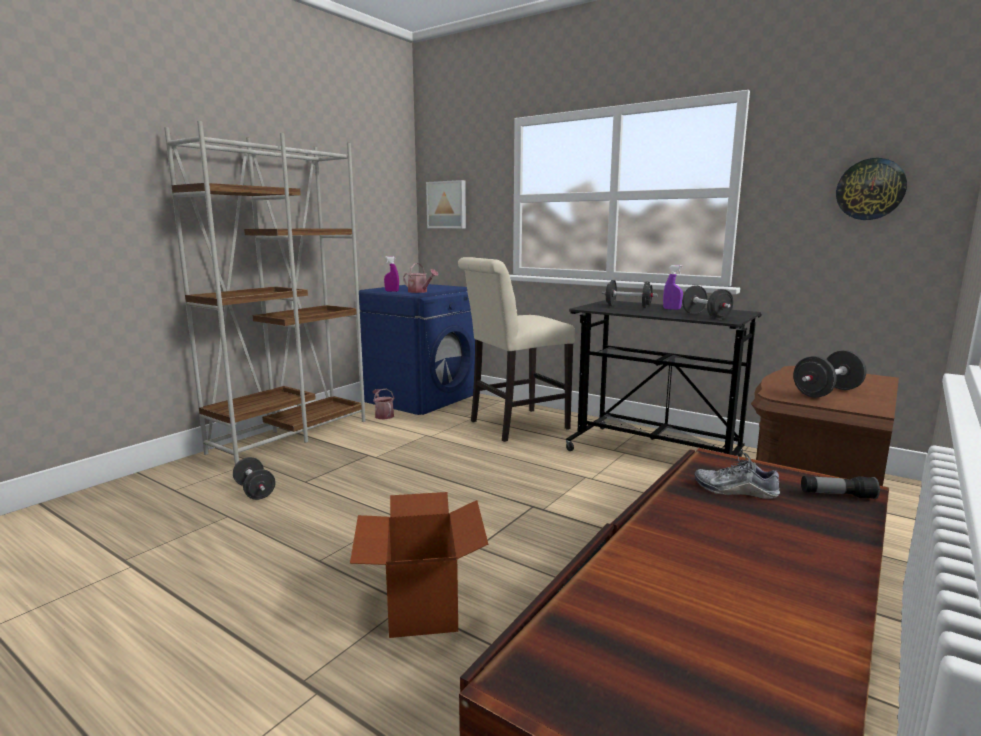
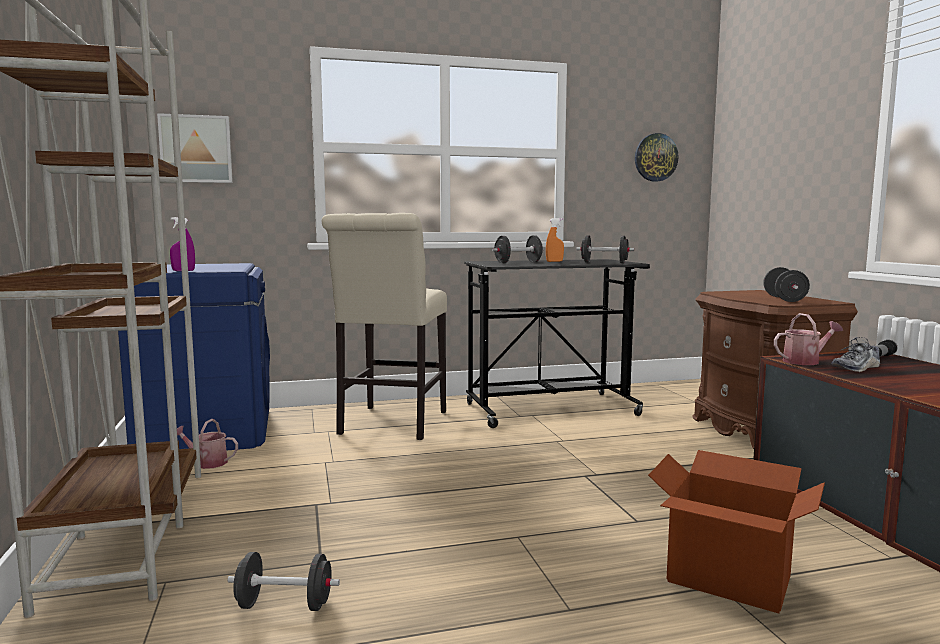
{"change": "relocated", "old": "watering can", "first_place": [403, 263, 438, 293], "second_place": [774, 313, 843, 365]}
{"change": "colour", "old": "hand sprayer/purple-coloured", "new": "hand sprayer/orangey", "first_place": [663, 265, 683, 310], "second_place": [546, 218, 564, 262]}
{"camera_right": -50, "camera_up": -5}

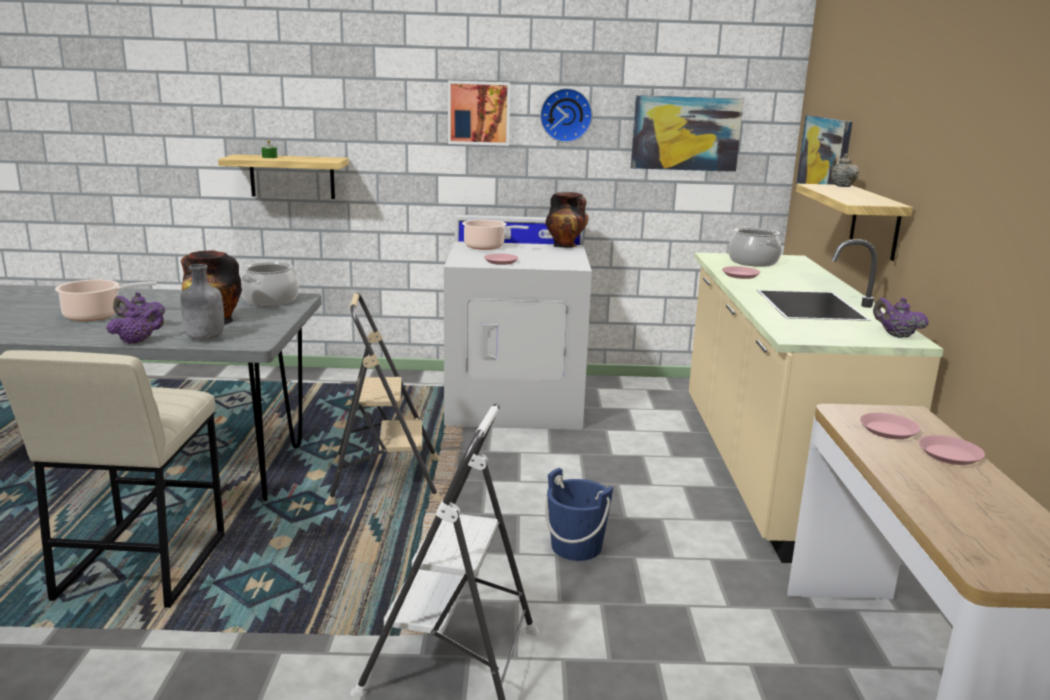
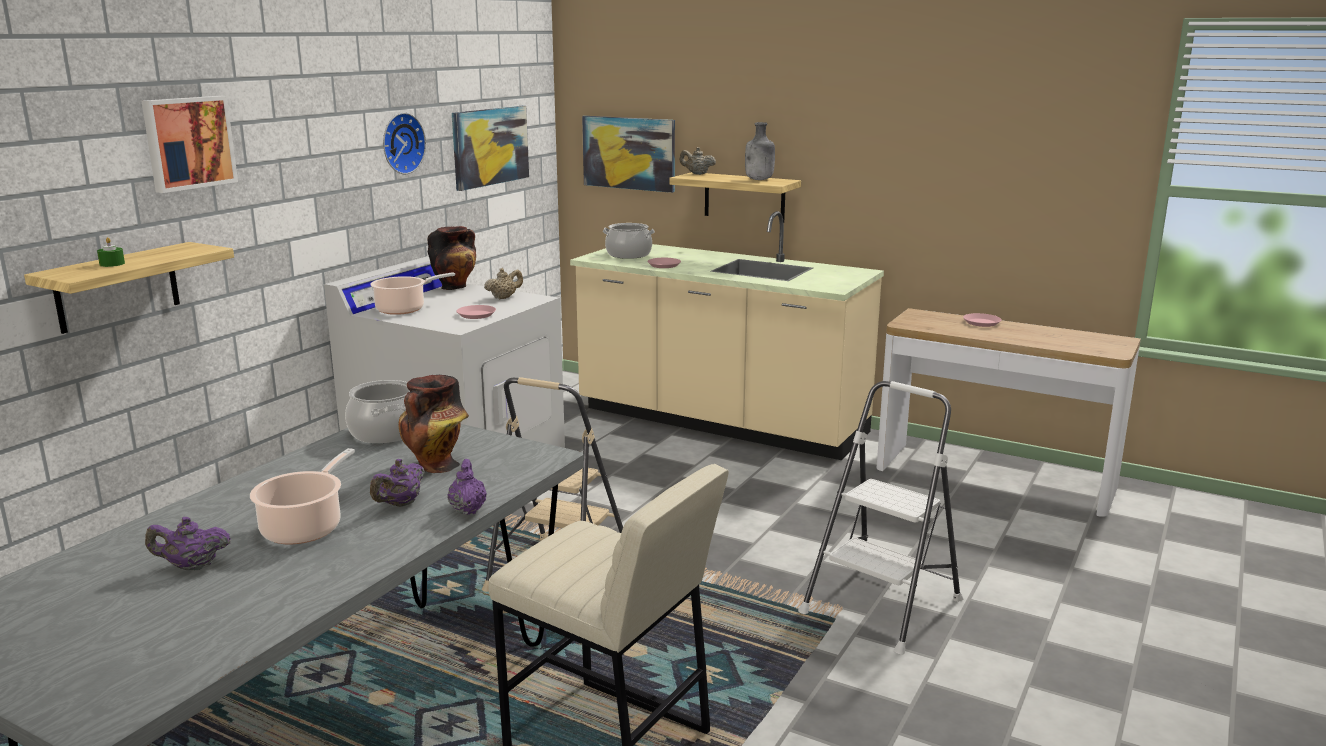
{"change": "relocated", "old": "picture", "first_place": [448, 80, 510, 146], "second_place": [142, 96, 238, 193]}
{"change": "relocated", "old": "bottle/gray", "first_place": [180, 264, 224, 340], "second_place": [745, 122, 775, 180]}
{"change": "relocated", "old": "pot for tea/purple-coloured", "first_place": [873, 297, 929, 338], "second_place": [145, 517, 230, 570]}
{"change": "missing", "old": "flat dish/pink-coloured", "first_place": [860, 413, 921, 439]}
{"change": "missing", "old": "bucket/blue", "first_place": [545, 468, 614, 561]}
{"change": "appeared", "new": "pot for tea/beige-coloured", "second_place": [484, 268, 523, 299]}
{"camera_right": -60, "camera_up": 0}

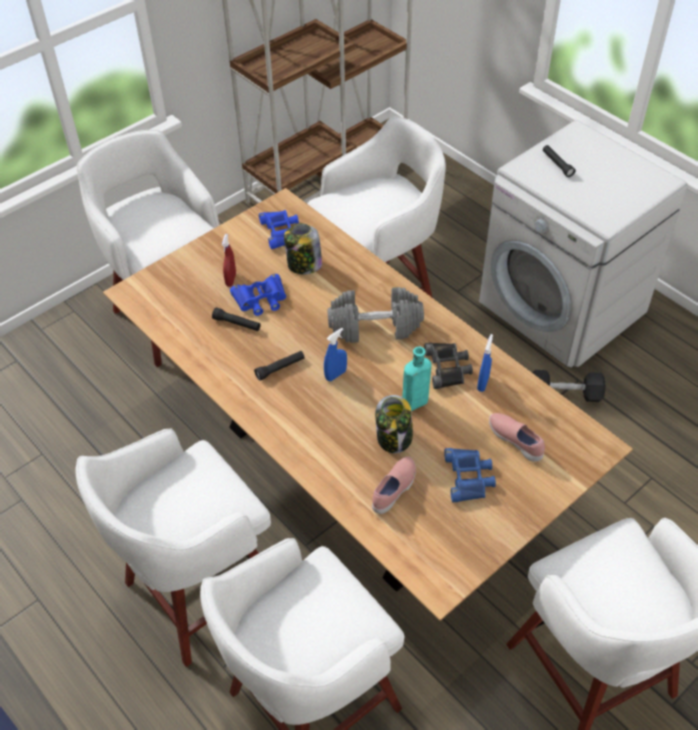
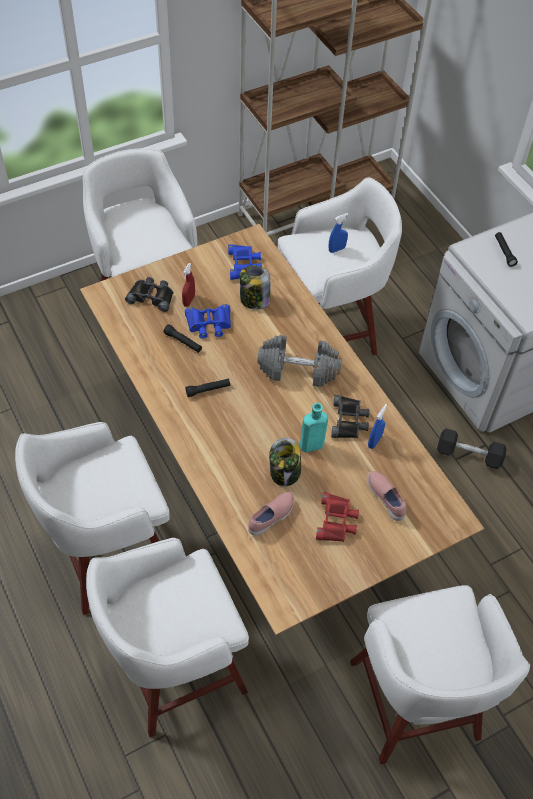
{"change": "relocated", "old": "hand sprayer/blue", "first_place": [324, 328, 347, 381], "second_place": [328, 213, 349, 253]}
{"change": "colour", "old": "pair of binoculars/blue", "new": "pair of binoculars/reddish", "first_place": [444, 448, 496, 502], "second_place": [316, 492, 359, 542]}
{"change": "appeared", "new": "pair of binoculars/black-coloured", "second_place": [125, 277, 174, 312]}
{"camera_right": 10, "camera_up": 5}

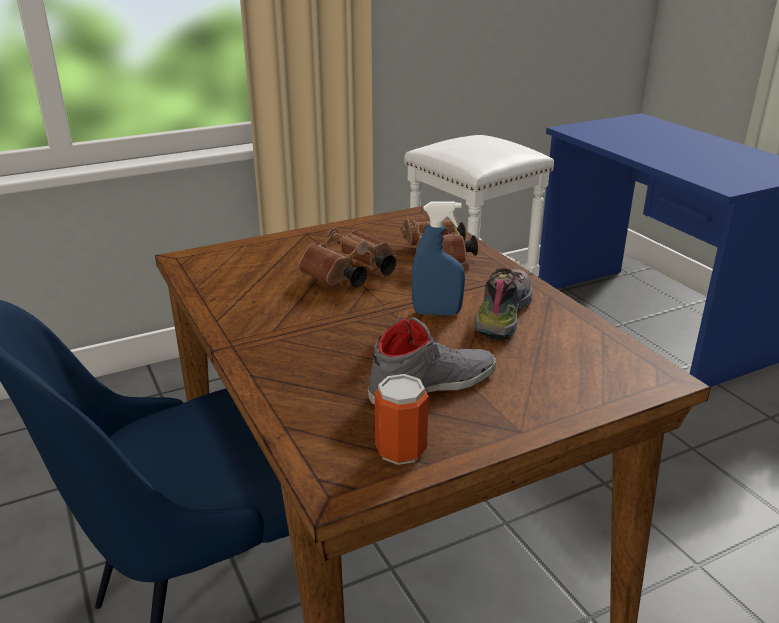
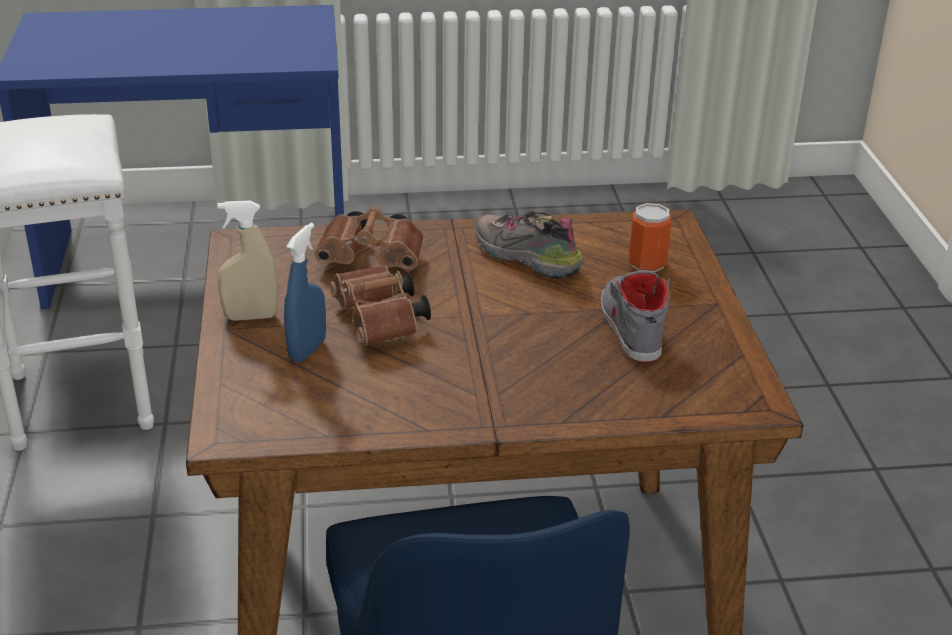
{"change": "relocated", "old": "hand sprayer/blue", "first_place": [412, 201, 465, 316], "second_place": [284, 223, 326, 363]}
{"change": "relocated", "old": "metal can", "first_place": [375, 374, 429, 465], "second_place": [629, 203, 671, 272]}
{"change": "appeared", "new": "hand sprayer/beige-coloured", "second_place": [217, 201, 278, 321]}
{"camera_right": -70, "camera_up": 5}

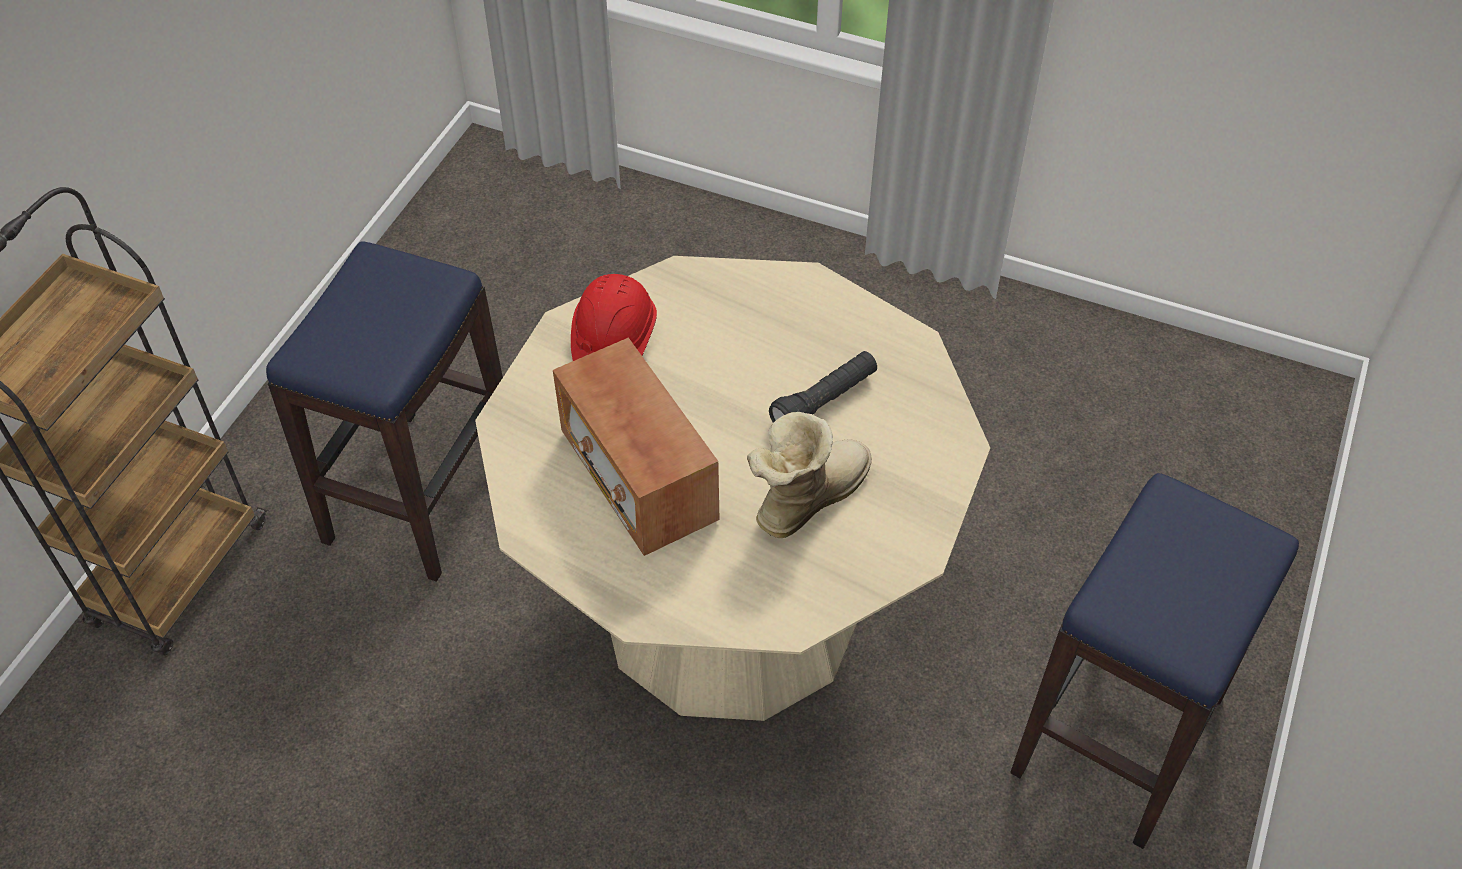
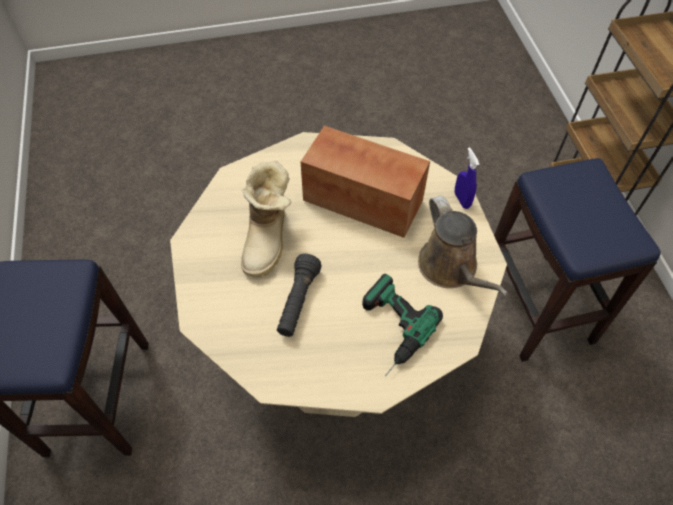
{"change": "exchanged", "old": "safety helmet/reddish", "new": "watering can/brownish", "first_place": [571, 274, 657, 361], "second_place": [418, 195, 508, 296]}
{"change": "appeared", "new": "hand sprayer/blue", "second_place": [455, 147, 480, 209]}
{"change": "appeared", "new": "power drill", "second_place": [362, 274, 443, 376]}
{"camera_right": 145, "camera_up": 5}

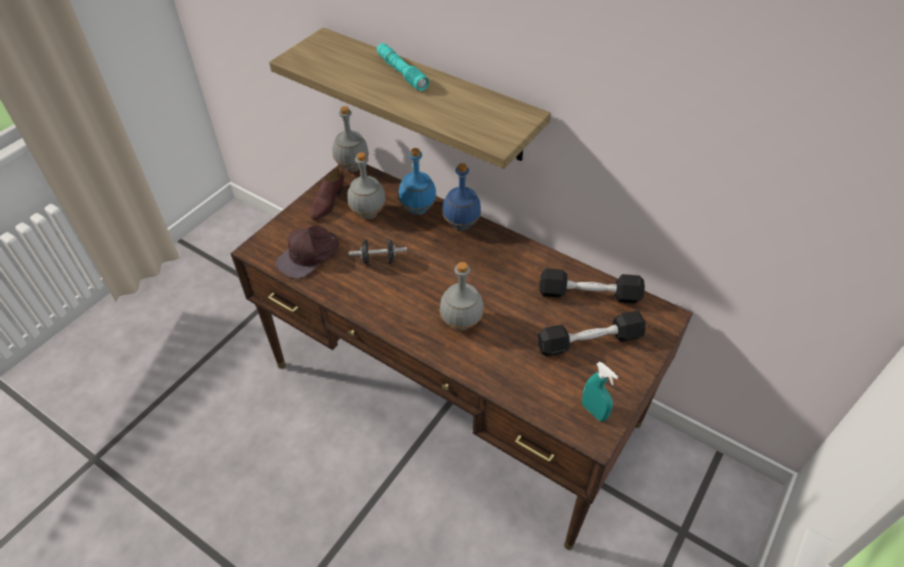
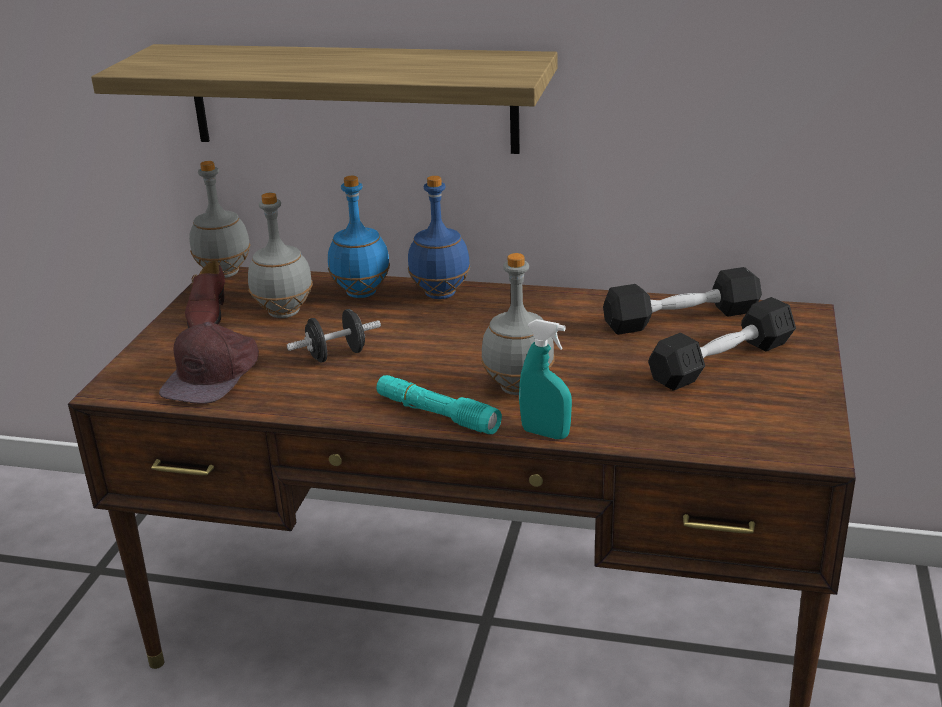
{"change": "relocated", "old": "hand torch/turquoise", "first_place": [377, 43, 429, 91], "second_place": [377, 375, 502, 434]}
{"change": "relocated", "old": "hand sprayer/turquoise", "first_place": [582, 362, 618, 421], "second_place": [519, 319, 572, 439]}
{"camera_right": -20, "camera_up": -20}

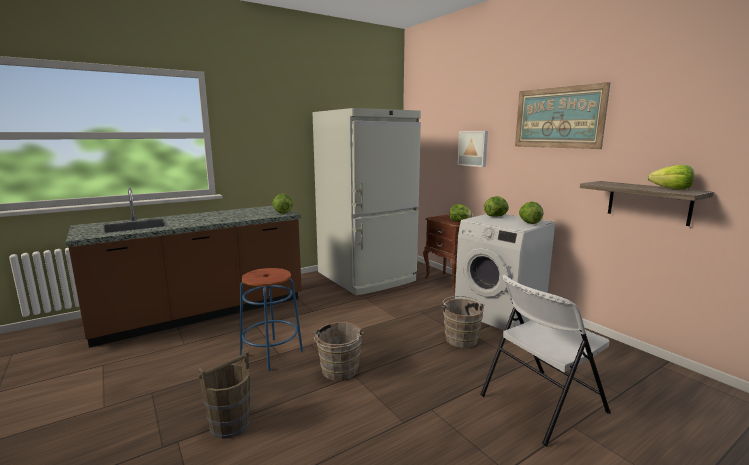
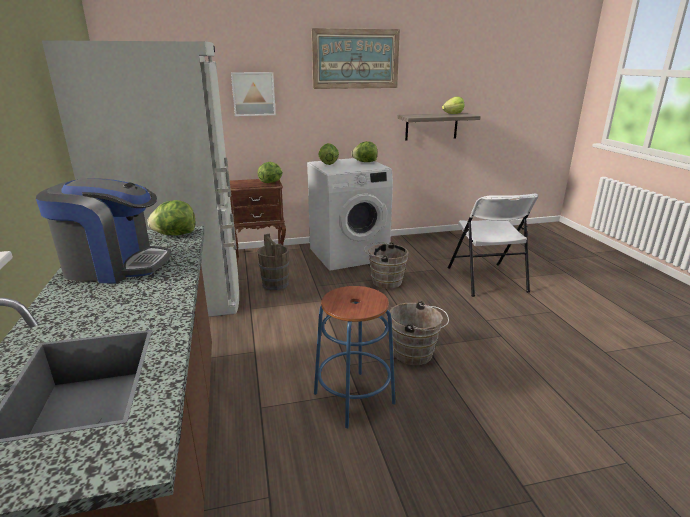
{"change": "relocated", "old": "bucket/brownish", "first_place": [198, 349, 251, 439], "second_place": [257, 234, 289, 290]}
{"change": "appeared", "new": "coffee maker", "second_place": [36, 178, 171, 284]}
{"camera_right": -70, "camera_up": 10}

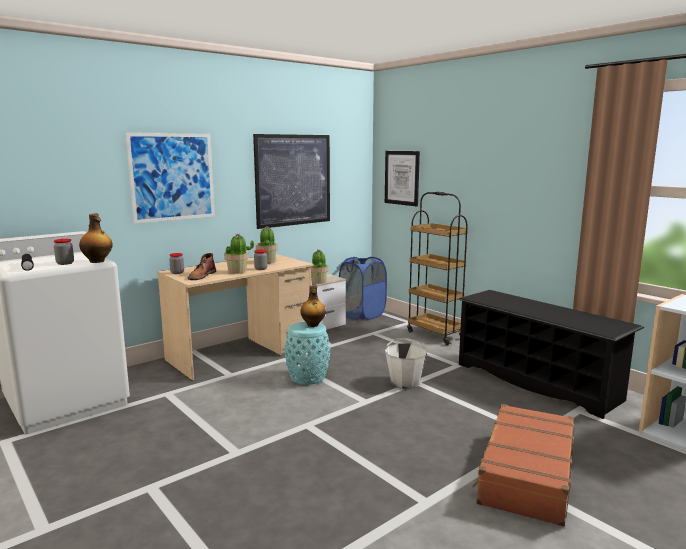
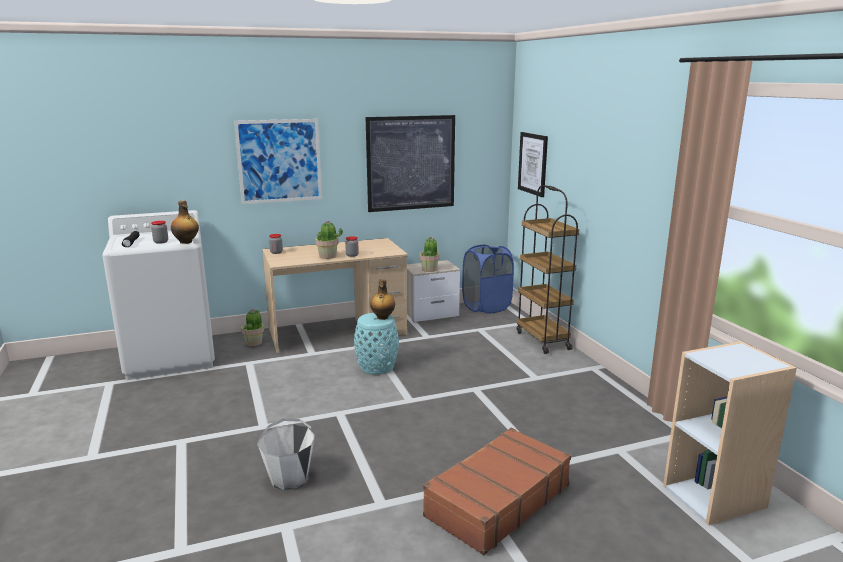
{"change": "relocated", "old": "houseplant", "first_place": [256, 226, 278, 263], "second_place": [241, 308, 264, 346]}
{"change": "missing", "old": "tall boot/brownish", "first_place": [188, 253, 216, 280]}
{"change": "missing", "old": "shoe stand/black-coloured", "first_place": [458, 290, 644, 419]}
{"change": "relocated", "old": "bucket/whitish", "first_place": [385, 338, 428, 389], "second_place": [257, 418, 315, 490]}
{"camera_right": 20, "camera_up": 5}

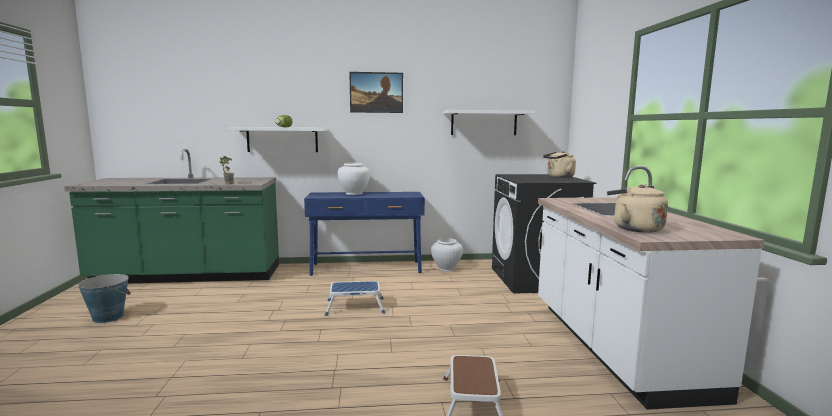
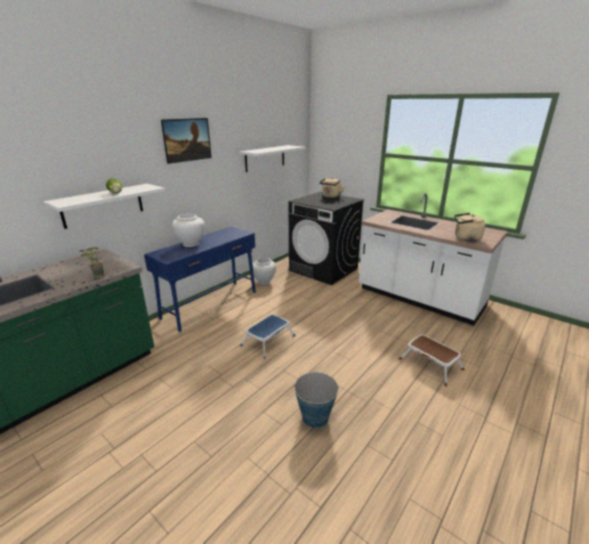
{"change": "relocated", "old": "bucket", "first_place": [78, 274, 131, 323], "second_place": [294, 372, 339, 428]}
{"camera_right": -45, "camera_up": 15}

